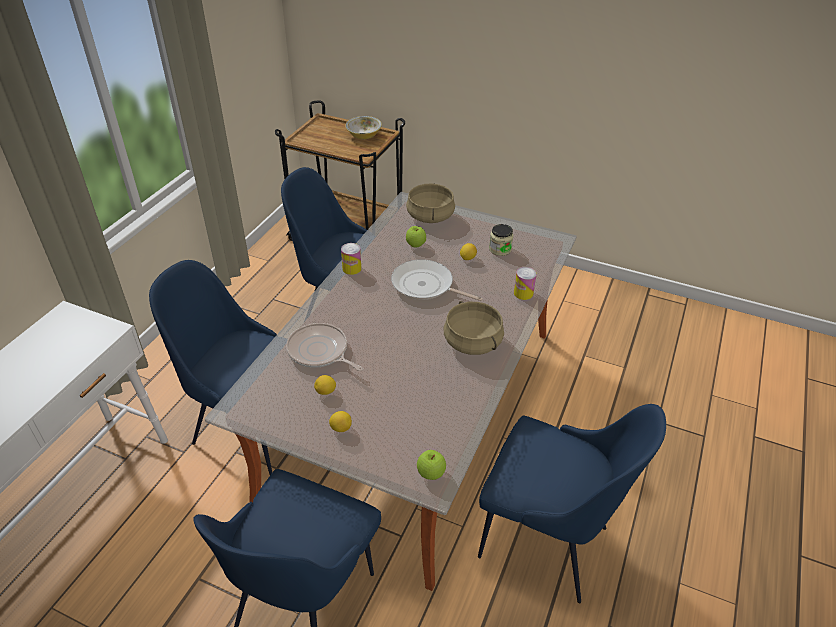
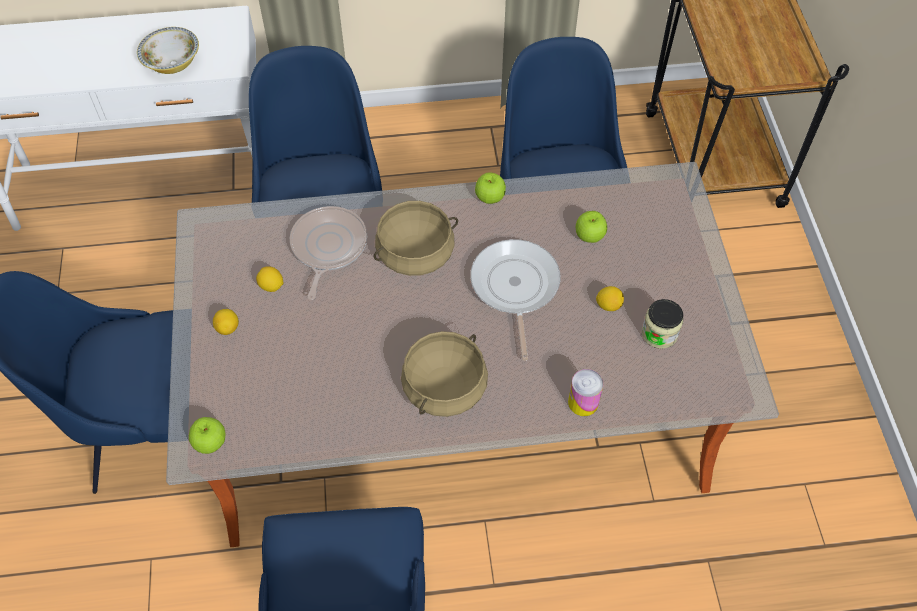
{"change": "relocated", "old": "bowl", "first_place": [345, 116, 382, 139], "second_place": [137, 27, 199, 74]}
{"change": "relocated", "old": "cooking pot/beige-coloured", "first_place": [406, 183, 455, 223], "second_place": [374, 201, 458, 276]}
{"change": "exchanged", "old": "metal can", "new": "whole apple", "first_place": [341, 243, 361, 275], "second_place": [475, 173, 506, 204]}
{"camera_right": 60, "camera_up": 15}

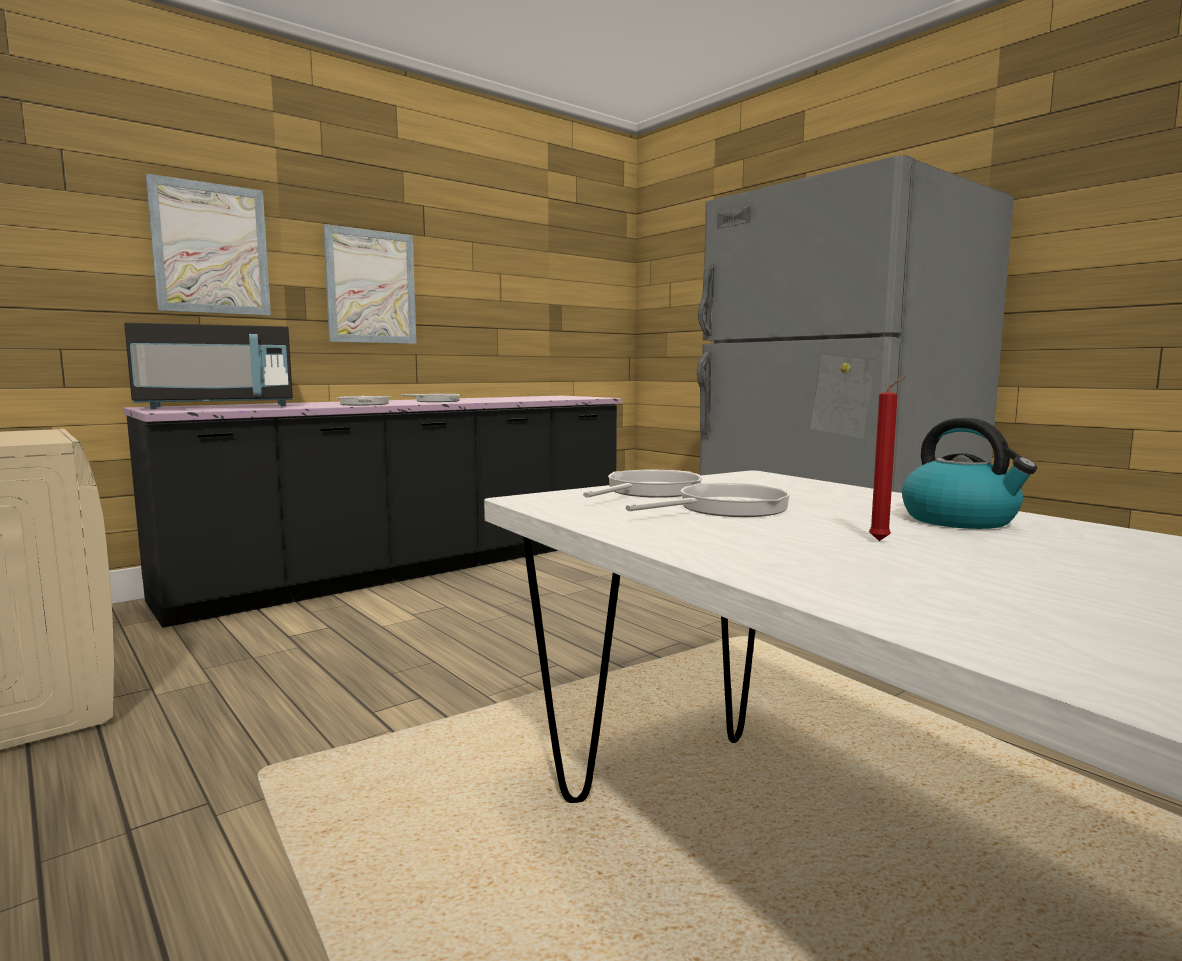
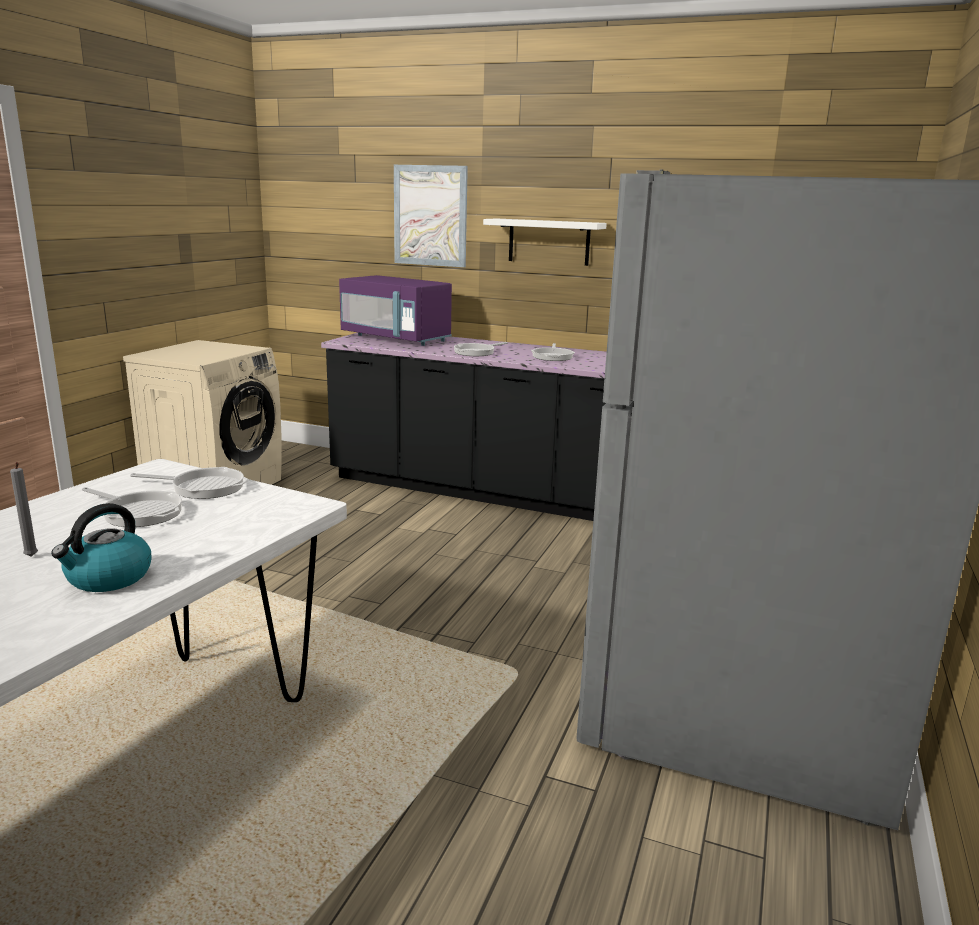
{"change": "exchanged", "old": "picture", "new": "shelf/whitish", "first_place": [323, 224, 417, 344], "second_place": [483, 219, 607, 266]}
{"change": "colour", "old": "microwave/black-coloured", "new": "microwave/purple-coloured", "first_place": [124, 323, 293, 409], "second_place": [339, 275, 452, 346]}
{"change": "colour", "old": "candle/reddish", "new": "candle/gray", "first_place": [869, 376, 906, 541], "second_place": [10, 462, 38, 557]}
{"camera_right": 60, "camera_up": 10}

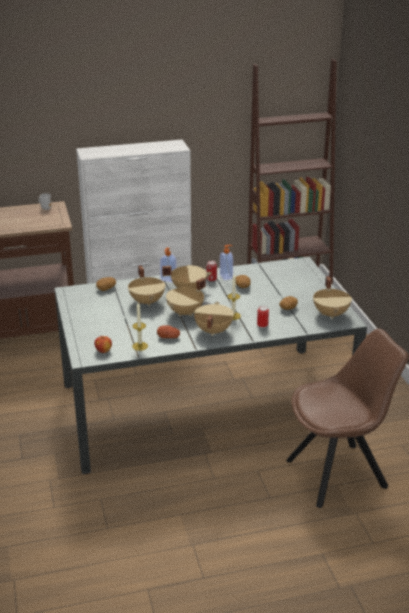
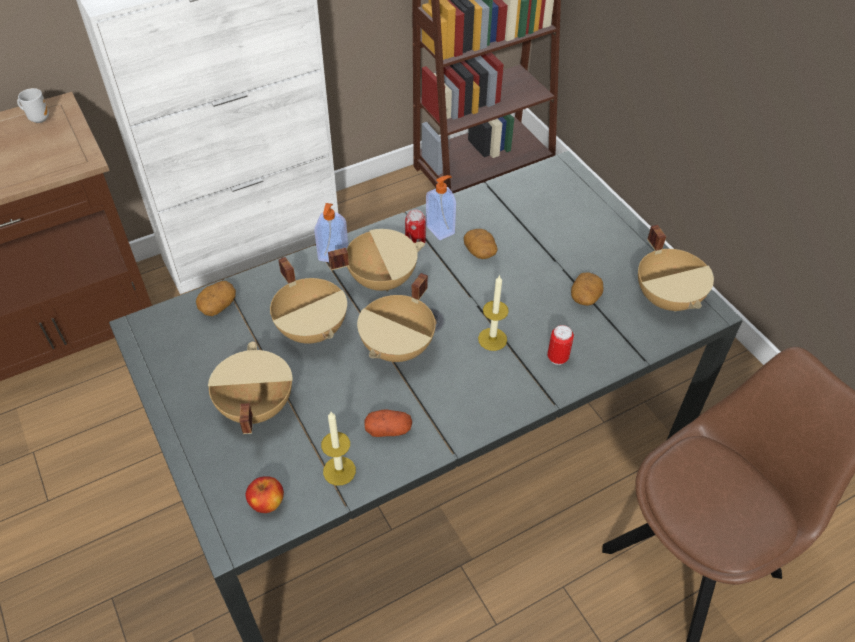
{"change": "relocated", "old": "cooking pot/beige-coloured", "first_place": [194, 302, 234, 336], "second_place": [208, 341, 293, 434]}
{"camera_right": -15, "camera_up": 20}

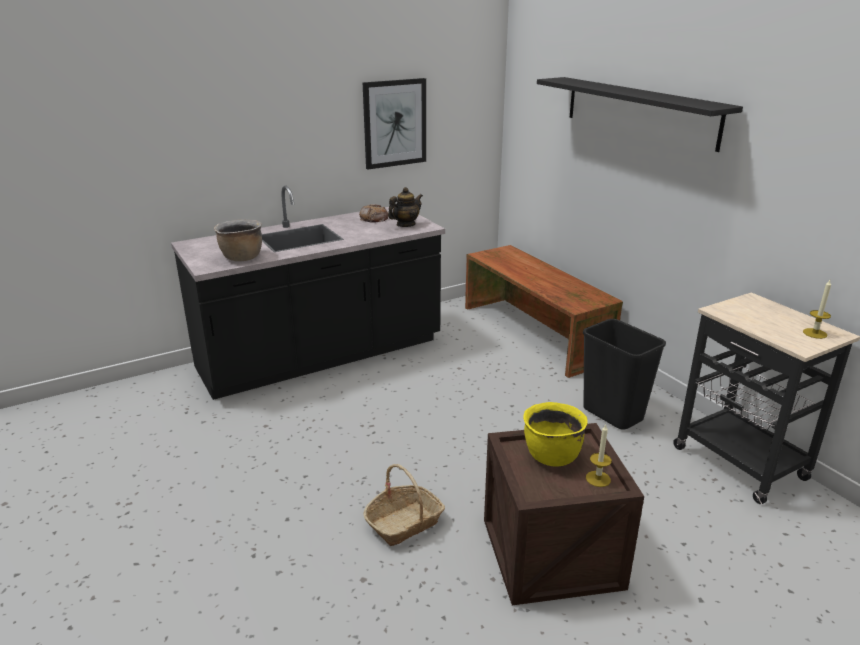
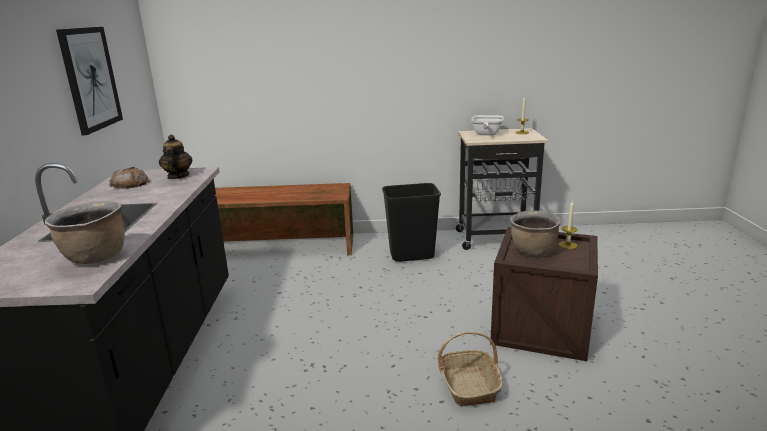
{"change": "missing", "old": "shelf/black-coloured", "first_place": [537, 77, 743, 152]}
{"change": "colour", "old": "cooking pot/yellow", "new": "cooking pot/brownish", "first_place": [523, 402, 588, 467], "second_place": [510, 211, 561, 256]}
{"change": "appeared", "new": "frying pan", "second_place": [471, 115, 504, 135]}
{"camera_right": -60, "camera_up": -5}

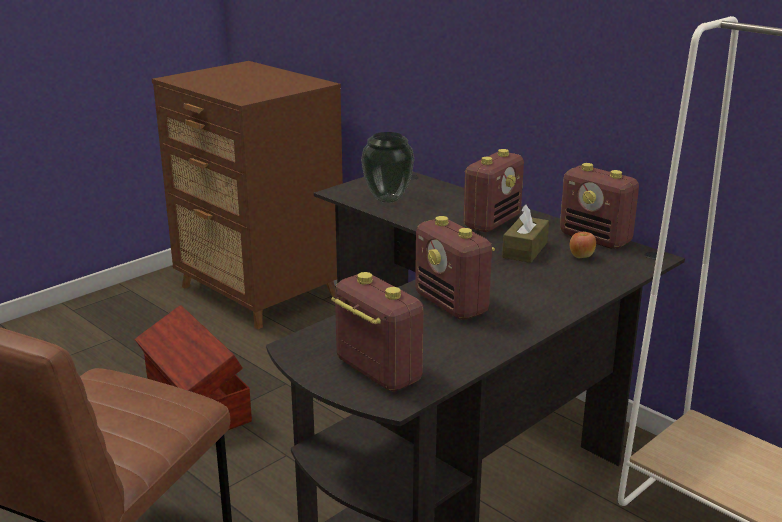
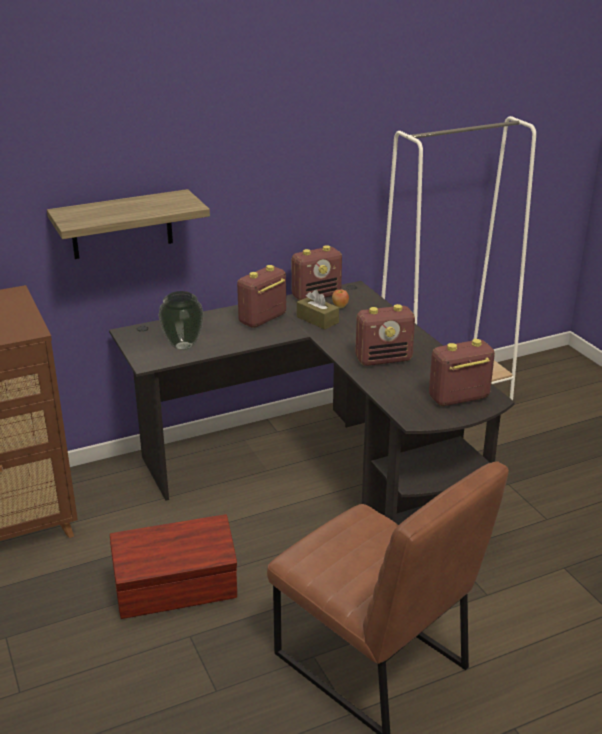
{"change": "spun", "old": "radio", "first_place": [463, 149, 524, 232], "second_place": [237, 265, 286, 328], "degrees": -105}
{"change": "appeared", "new": "shelf", "second_place": [47, 189, 210, 259]}
{"camera_right": -70, "camera_up": 5}

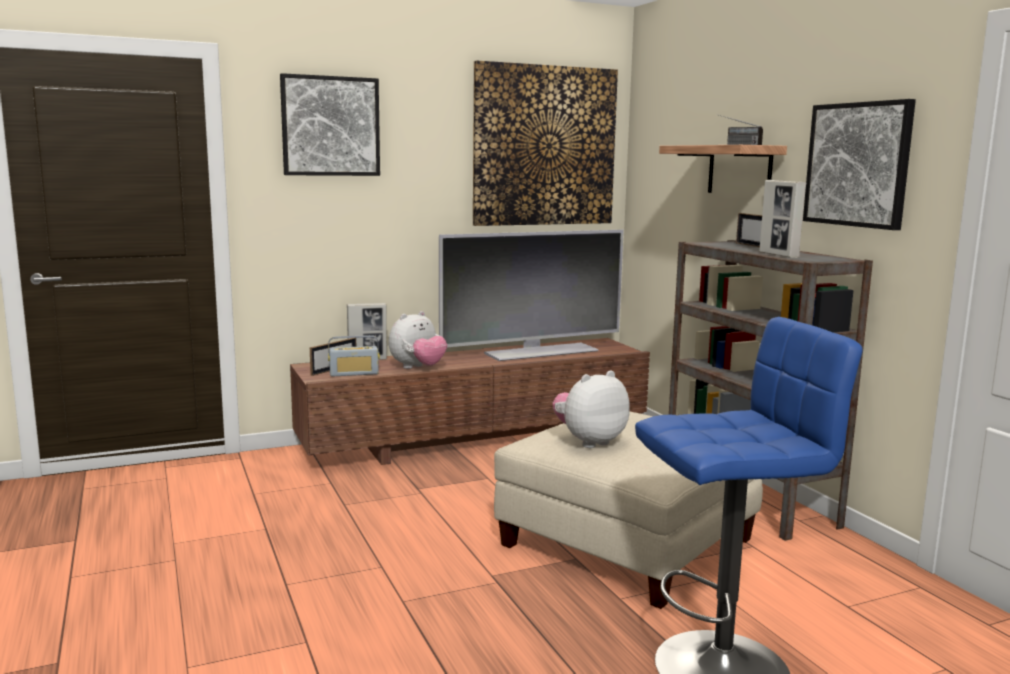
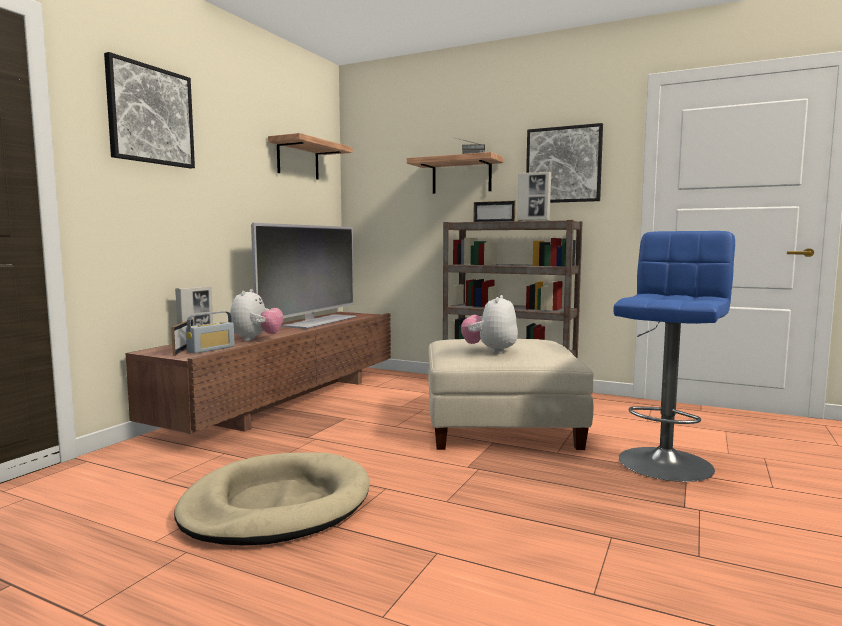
{"change": "exchanged", "old": "picture", "new": "shelf", "first_place": [473, 60, 618, 226], "second_place": [268, 133, 353, 180]}
{"change": "appeared", "new": "dog cushion/beige-coloured", "second_place": [174, 452, 370, 546]}
{"camera_right": -40, "camera_up": -5}

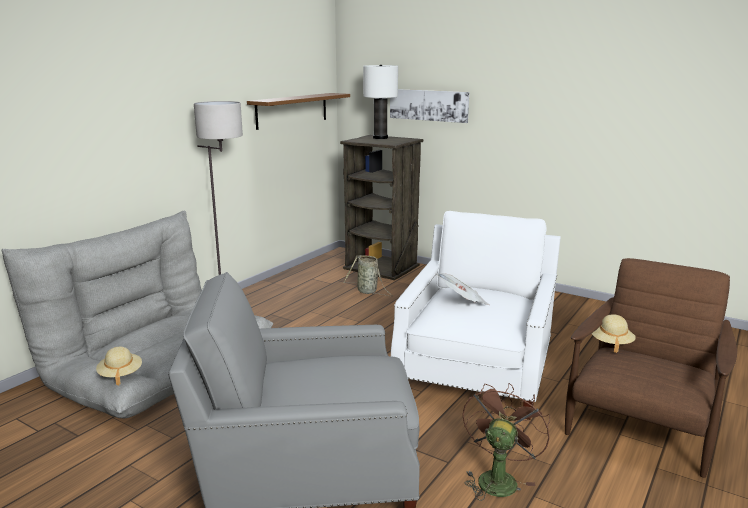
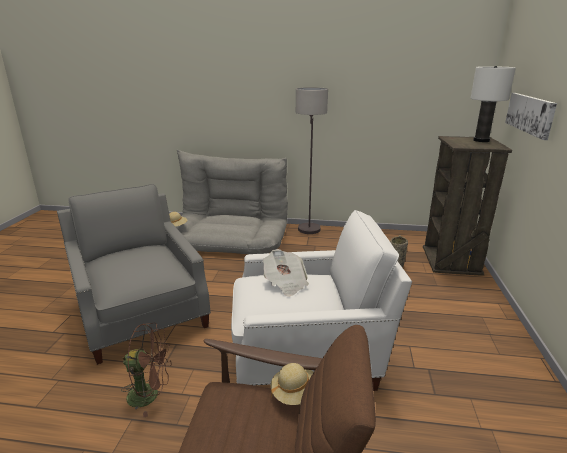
{"change": "missing", "old": "shelf/brownish", "first_place": [247, 93, 350, 130]}
{"camera_right": 65, "camera_up": 5}

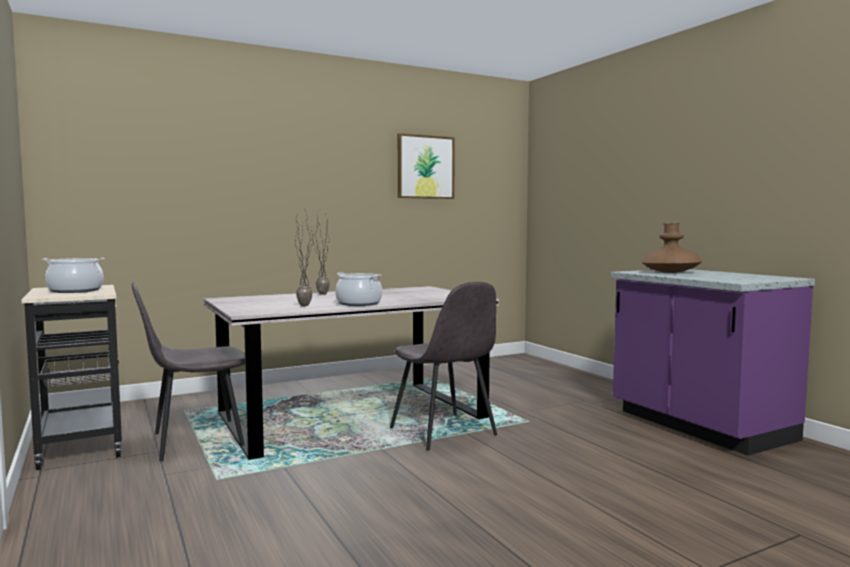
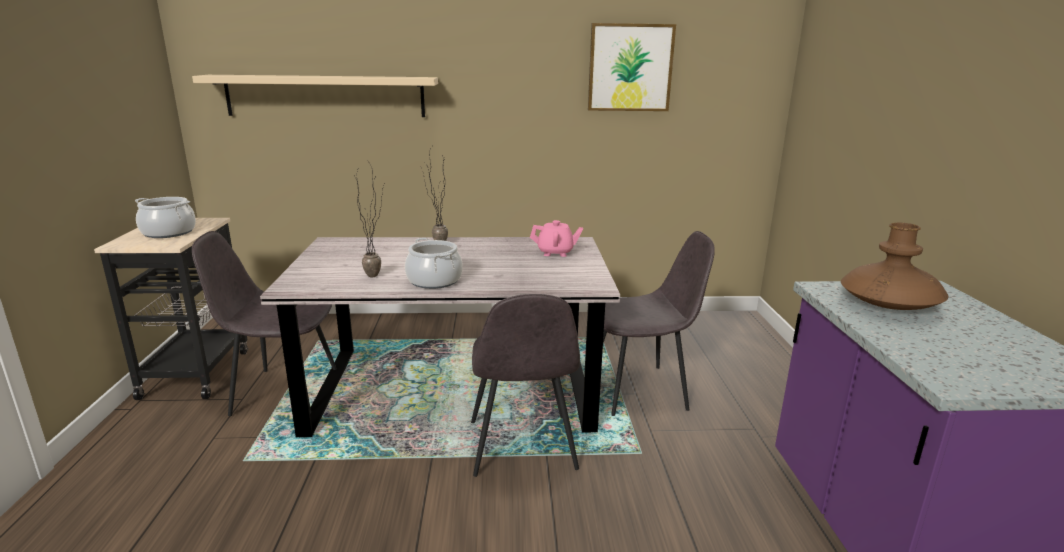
{"change": "appeared", "new": "shelf/beige-coloured", "second_place": [192, 75, 438, 117]}
{"change": "appeared", "new": "pot for tea/pink-coloured", "second_place": [530, 220, 583, 257]}
{"change": "appeared", "new": "plain chair/gray", "second_place": [603, 231, 715, 416]}
{"camera_right": 25, "camera_up": 15}

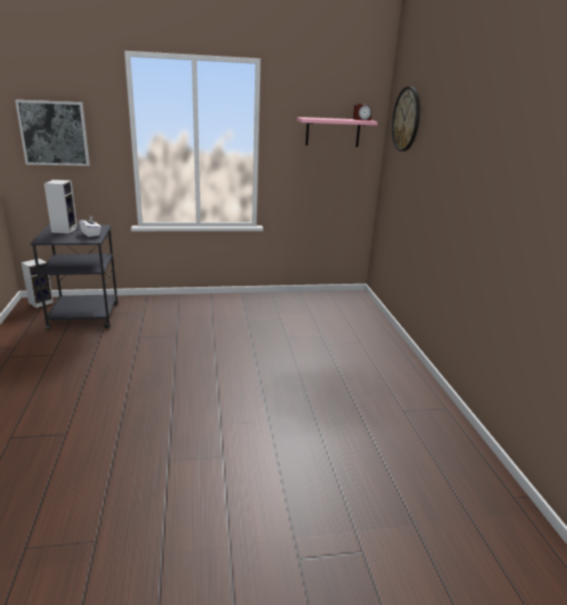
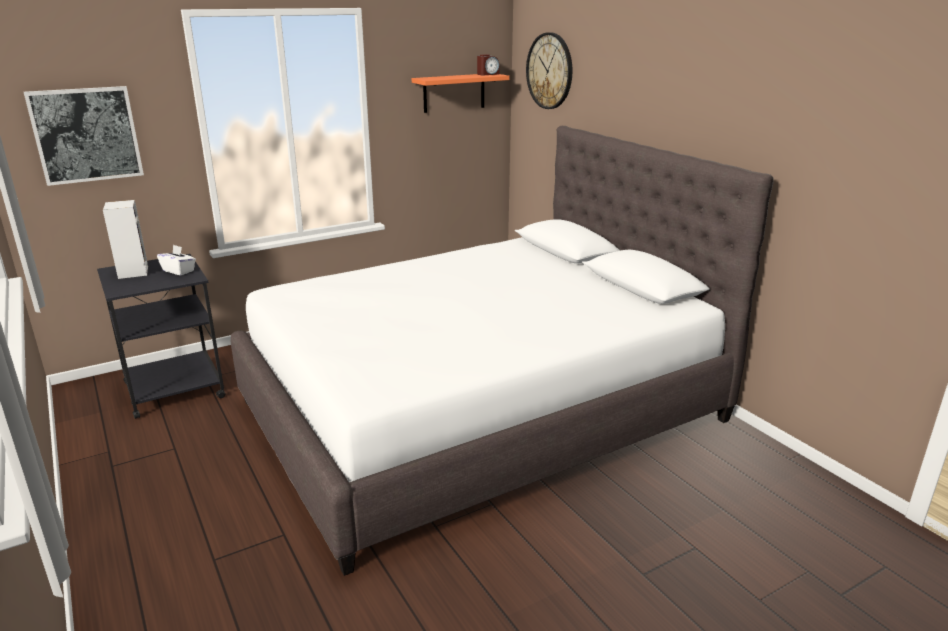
{"change": "colour", "old": "shelf/pink-coloured", "new": "shelf/orangey", "first_place": [297, 117, 377, 147], "second_place": [412, 74, 509, 113]}
{"change": "missing", "old": "loudspeaker", "first_place": [21, 258, 54, 308]}
{"change": "appeared", "new": "sleeping bed/whitish", "second_place": [231, 126, 773, 576]}
{"camera_right": -20, "camera_up": 0}

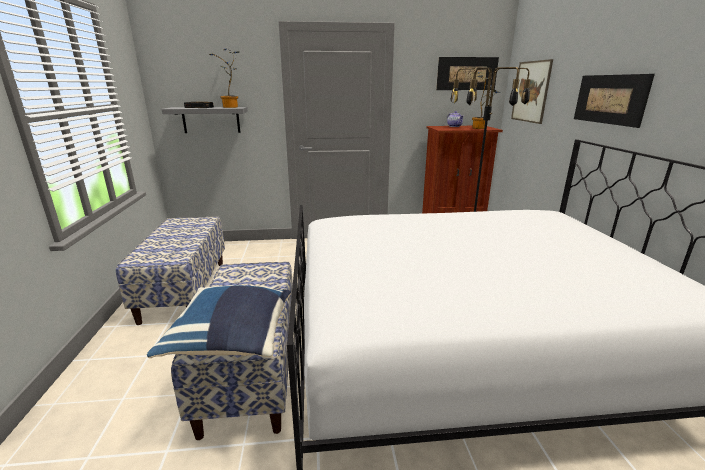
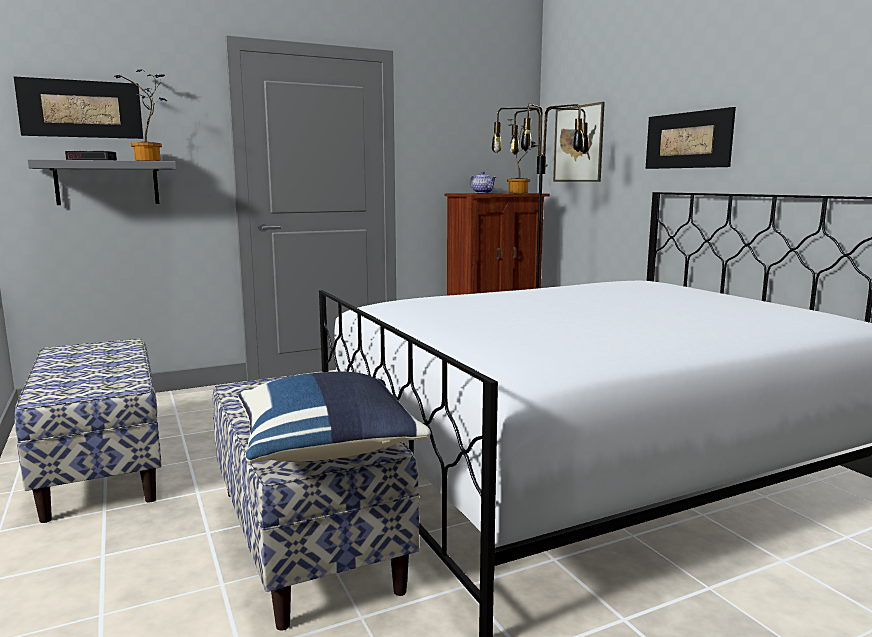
{"change": "relocated", "old": "picture", "first_place": [436, 57, 499, 90], "second_place": [14, 77, 143, 139]}
{"camera_right": -20, "camera_up": -10}

